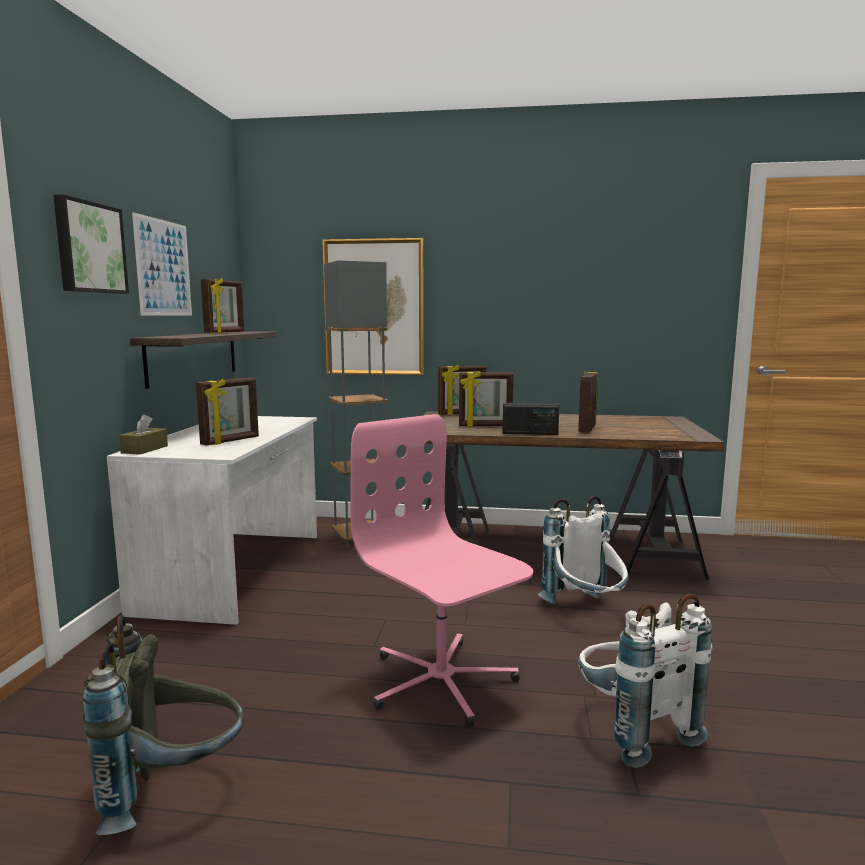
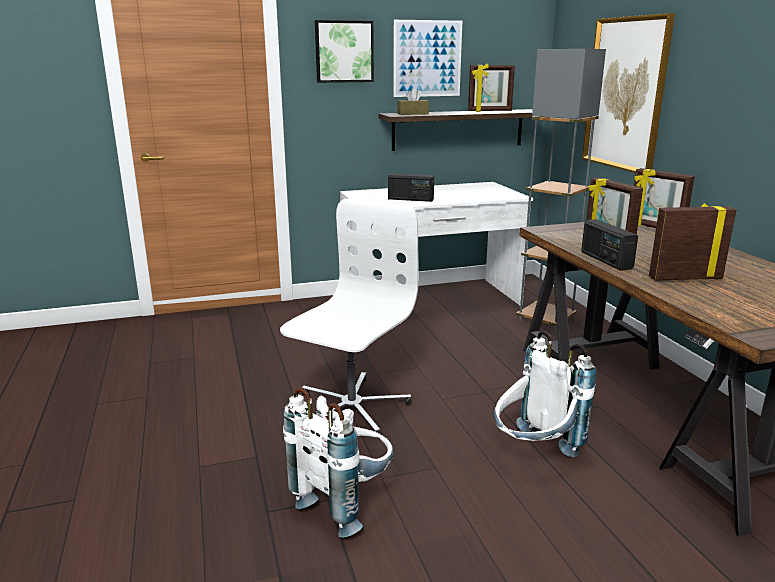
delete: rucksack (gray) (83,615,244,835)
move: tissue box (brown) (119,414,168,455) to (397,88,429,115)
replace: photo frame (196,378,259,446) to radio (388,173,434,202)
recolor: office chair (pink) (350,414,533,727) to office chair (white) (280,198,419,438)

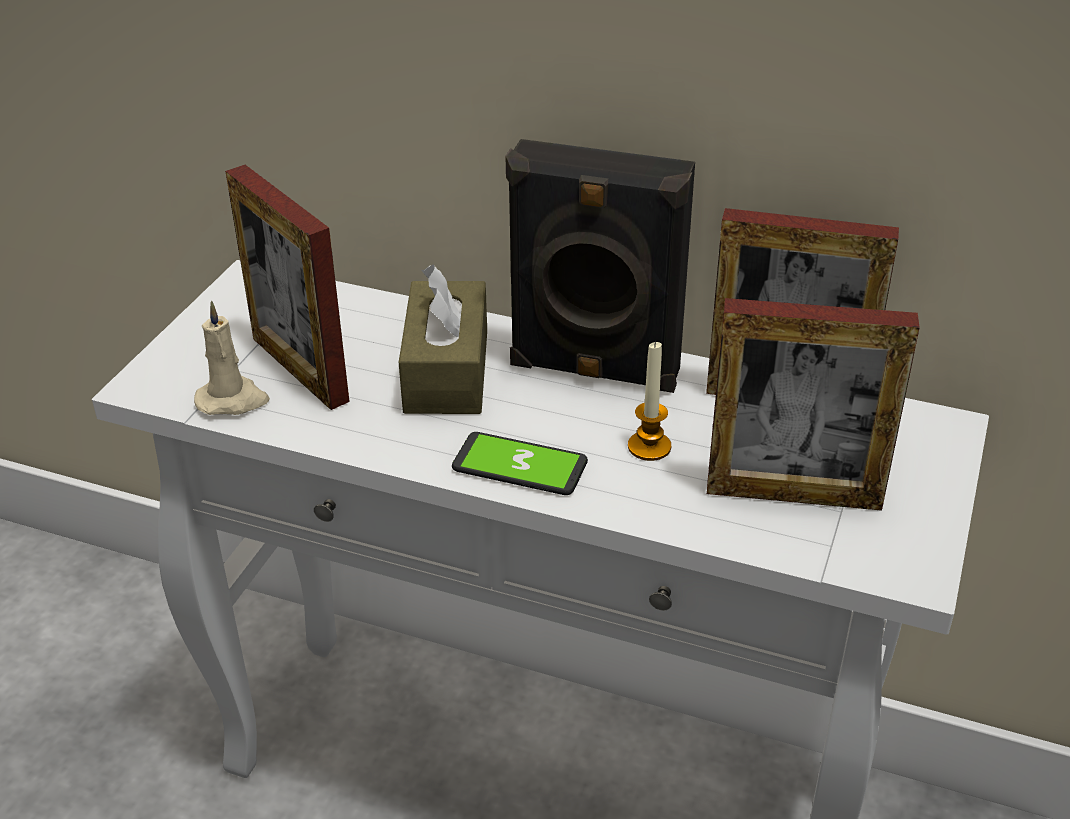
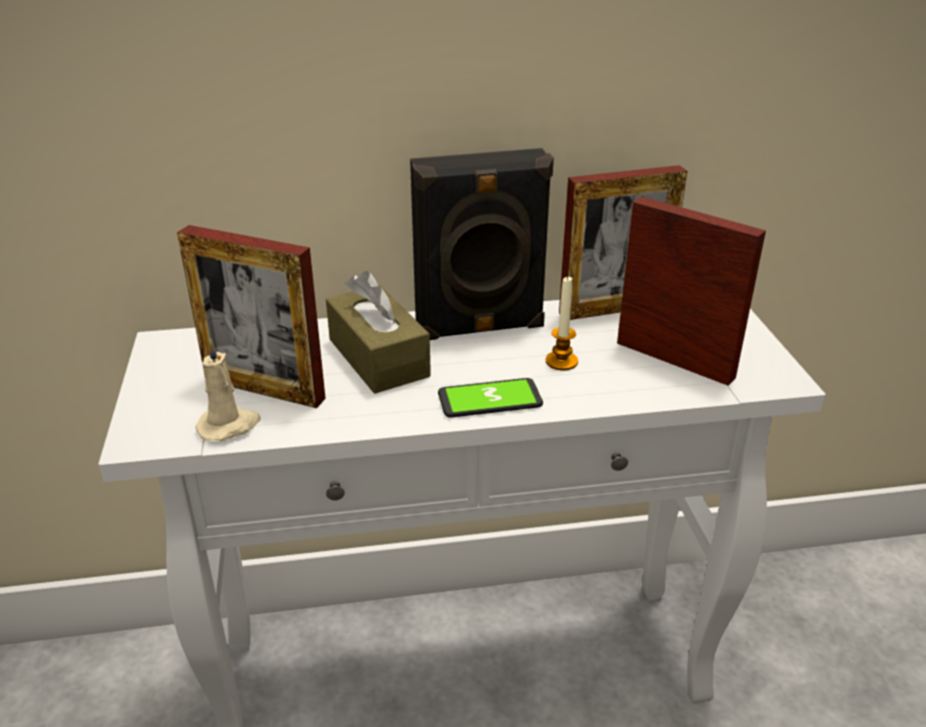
rotate: photo frame (707,298,920,511) = (617,197,766,386) 120 degrees counterclockwise

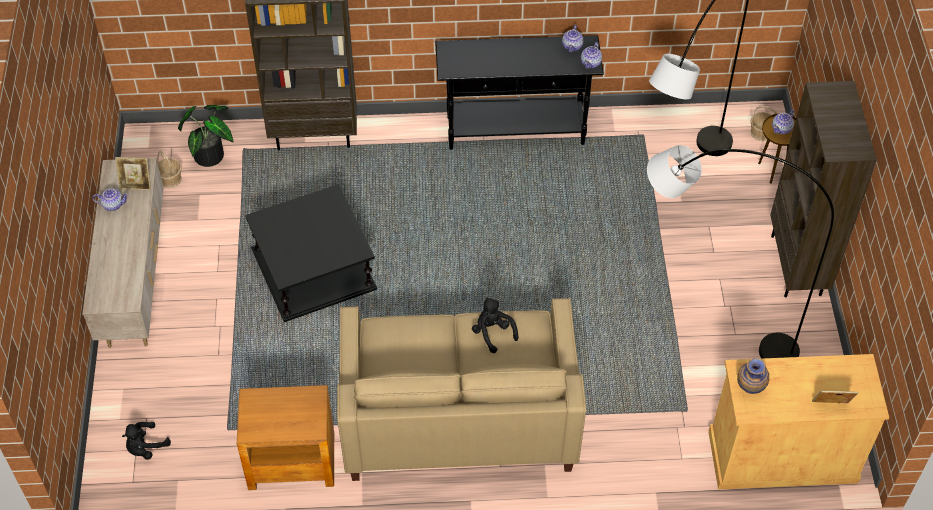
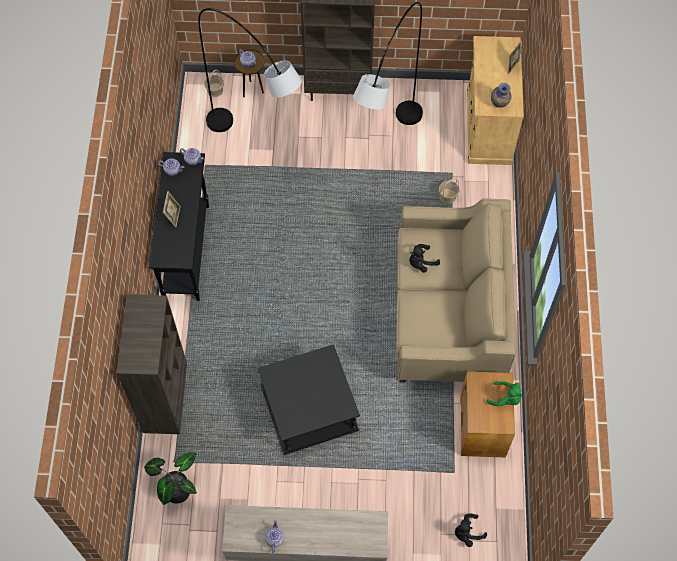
insert: soft toy (green) (487,382,522,406)
move: photo frame (115,157,151,190) to (163,191,180,227); basket (157,151,182,188) to (439,178,459,203)
rotate: soft toy (black) (122,422,171,460) = (455,513,487,547) 105 degrees clockwise

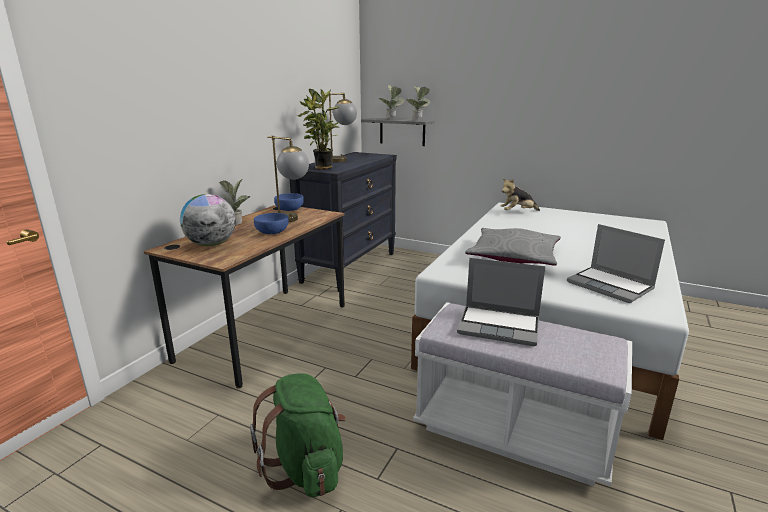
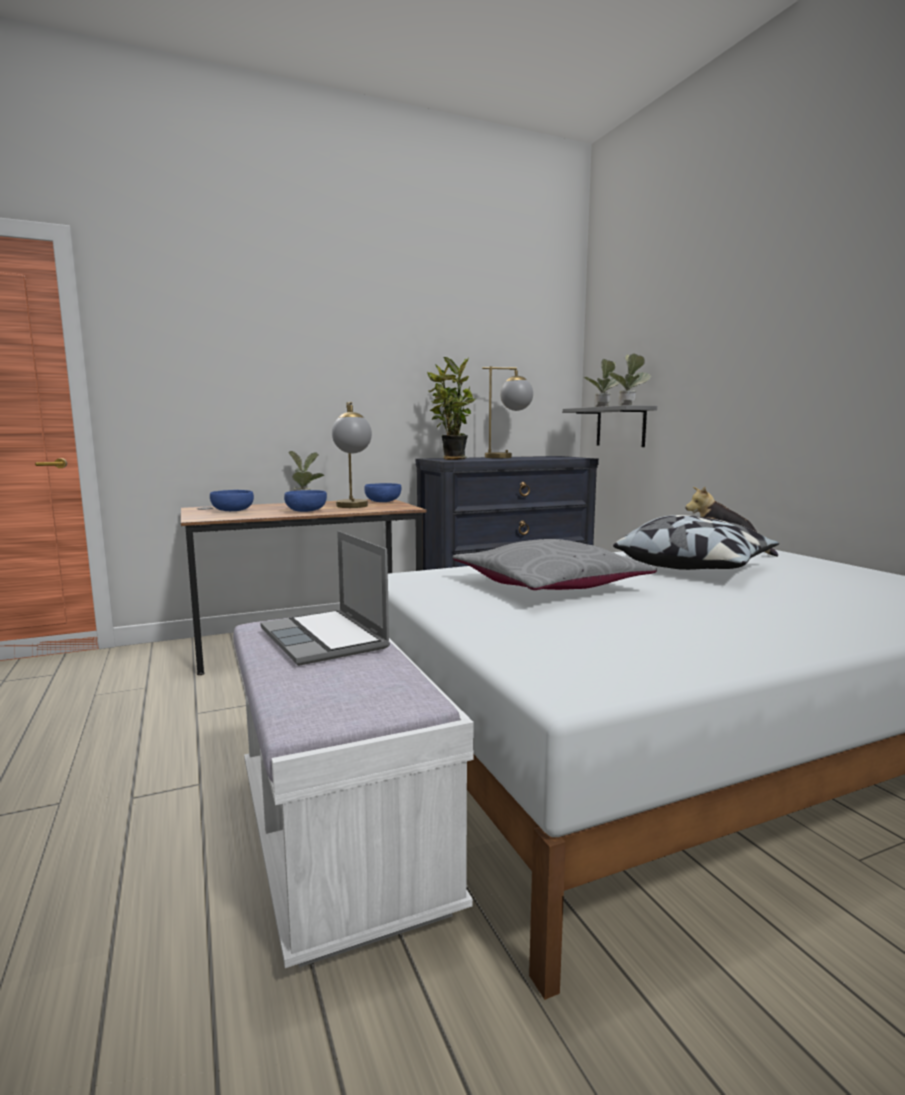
delete: rucksack (green) (250,373,346,497); notebook computer (567,224,665,303)
insert: throw pillow (613,515,779,570)
replace: globe (180,194,236,247) to bowl (blue) (210,490,254,511)

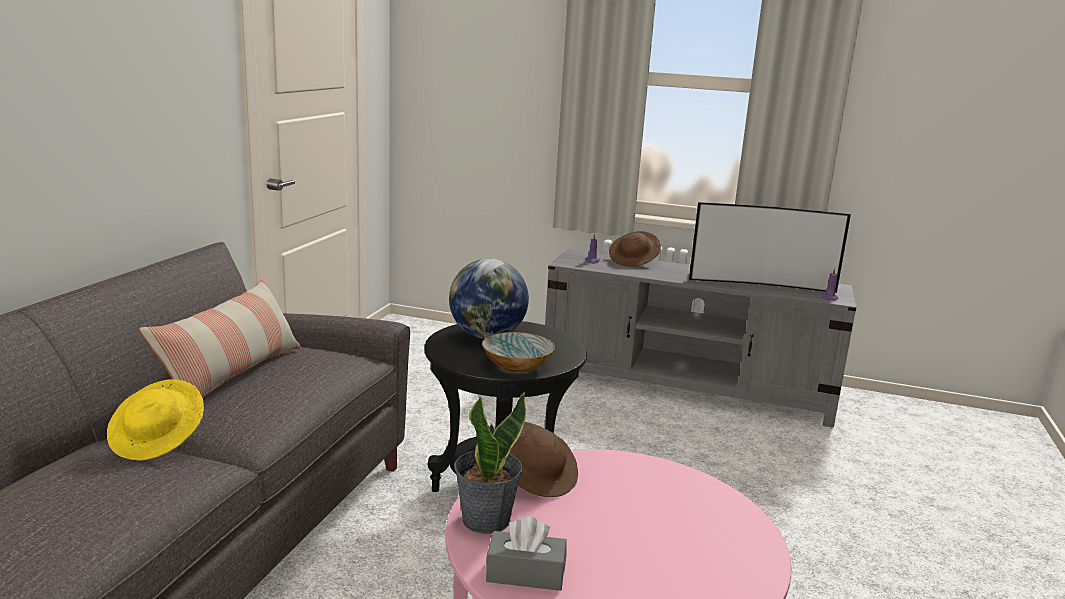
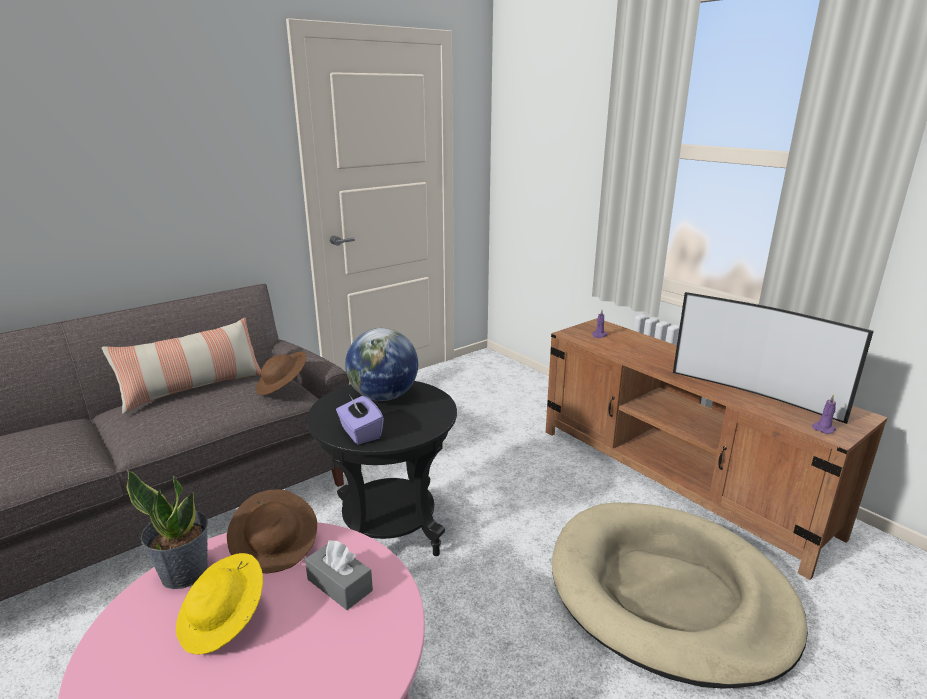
insert: pet bed (beige-coloured) (552,502,808,689)
move: hat (yellowish) (107,379,204,460) to (176,553,263,655); tissue box (gray) (486,517,567,591) to (305,540,373,610); hat (brown) (609,231,661,267) to (256,352,306,395)
replace: bowl (482,332,555,372) to tissue box (purple) (336,396,384,445)
recolor: media console (gray) (545,249,857,428) to media console (brown) (546,318,887,580)

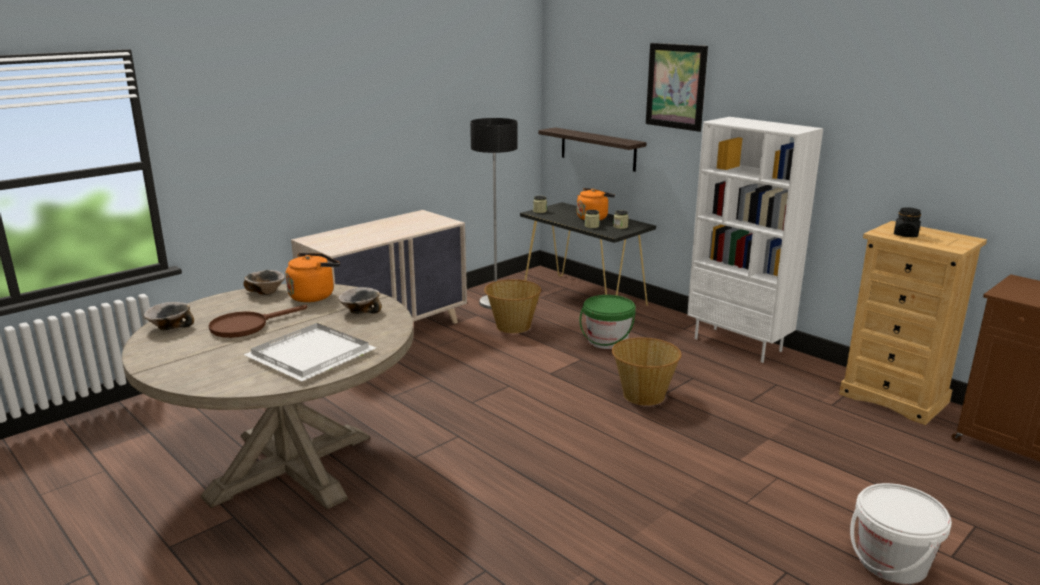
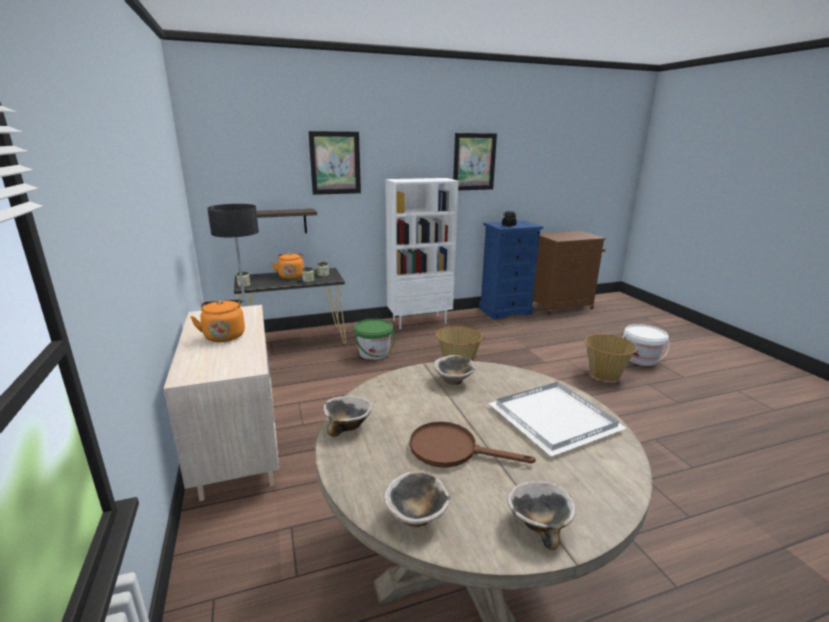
insert: wall picture (453,133,497,190); bowl (507,481,576,550)
move: tea kettle (orange-coloured) (286,253,340,302) to (190,299,245,342); basket (484,279,541,333) to (585,334,637,381)
recolor: chest of drawers (beige-coloured) (839,221,987,425) to chest of drawers (blue) (479,221,543,320)
rotate: frying pan (brown) (209,305,307,338) = (410,422,536,468) 120 degrees clockwise

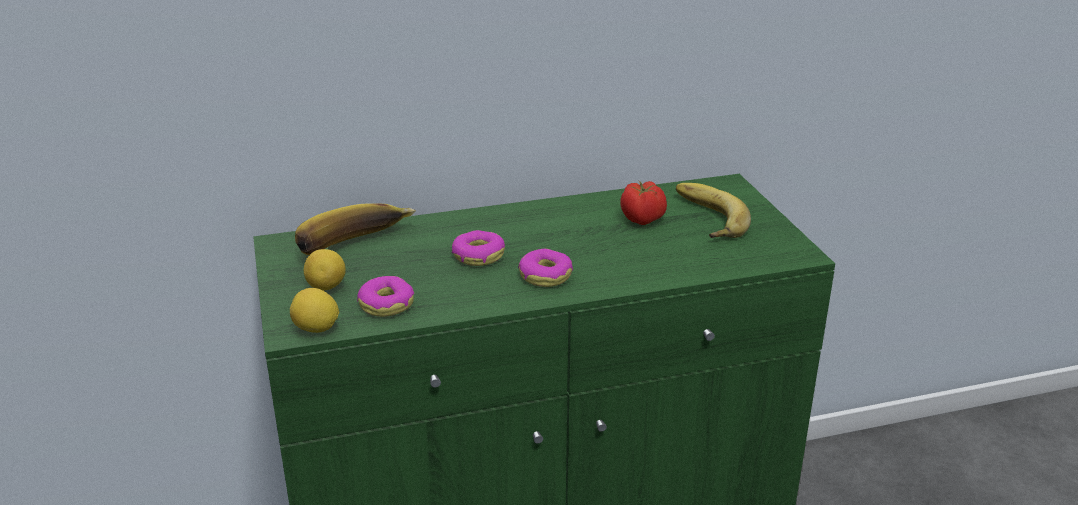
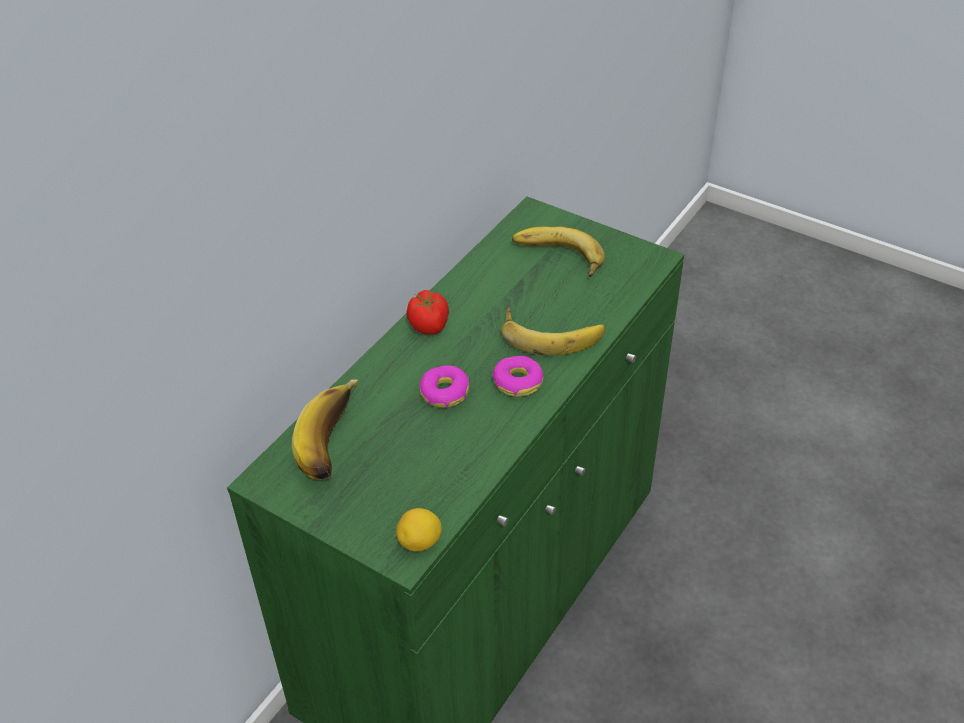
delete: citrus fruit (304,249,346,291); donut (357,276,414,317)
insert: banana fruit (501,307,605,355)
move: whole tomato (620,181,667,225) to (406,290,449,334)

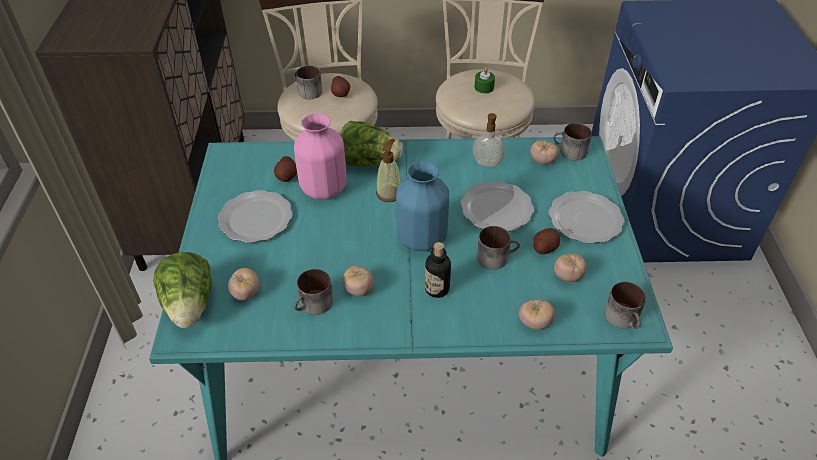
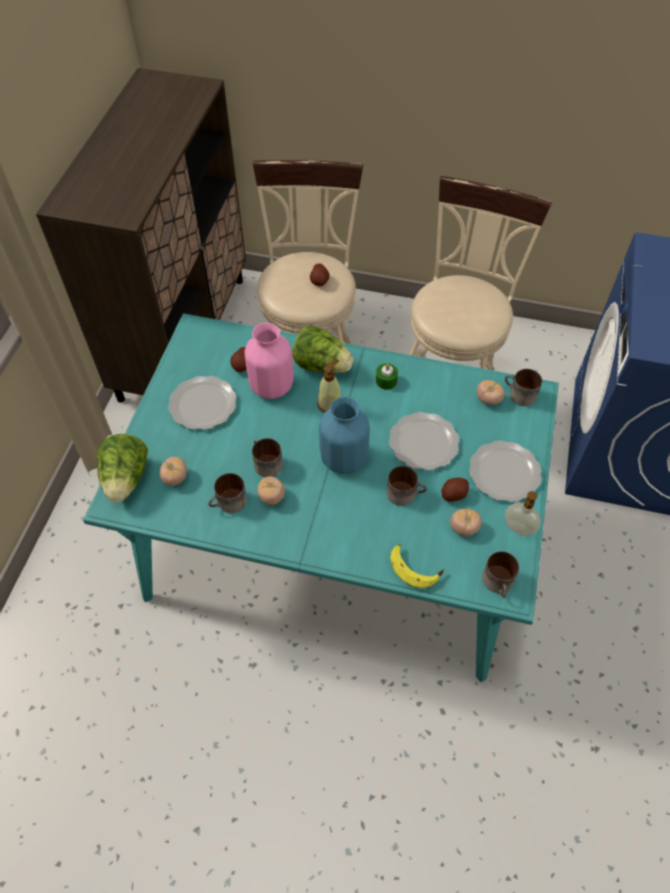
delete: bottle (425,242,451,298)
move: mug (295,66,323,99) to (252,438,283,477); soap dispenser (472,113,505,167) to (505,491,541,536); wax candle (green) (474,67,495,94) to (376,363,398,390)
replace: whole tomato (519,299,555,330) to banana fruit (390,544,445,588)

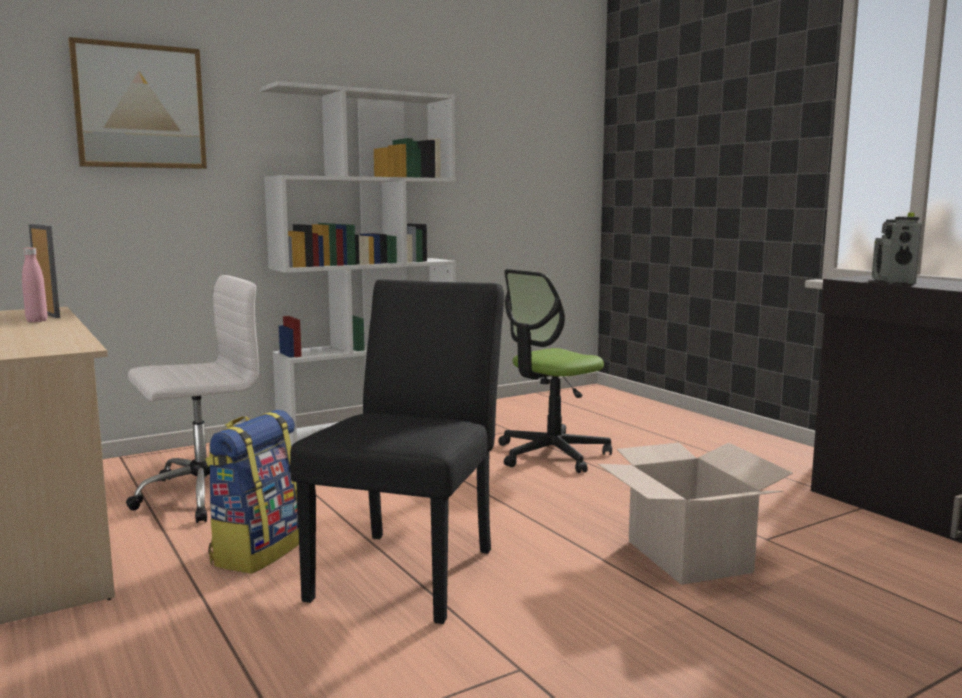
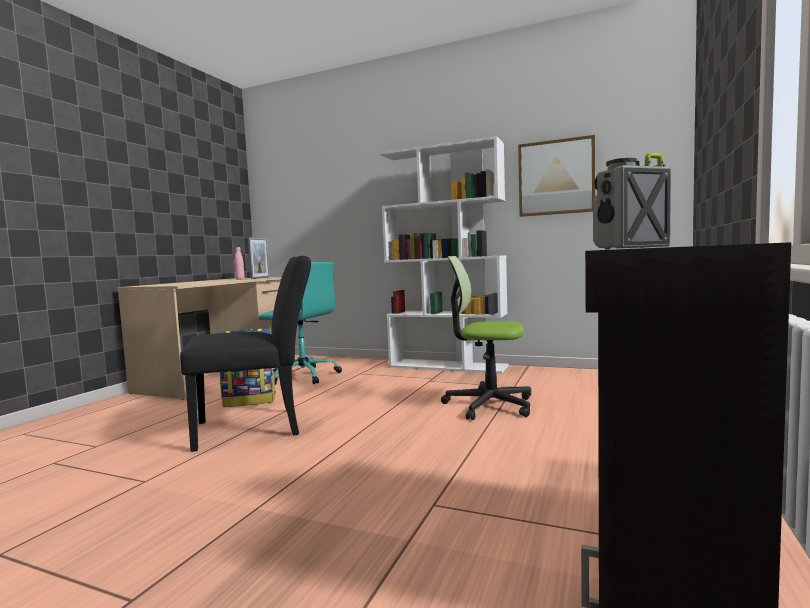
delete: packing box (598,442,793,585)
move: wall picture (68,37,207,169) to (518,135,595,217)
recolor: office chair (white) (126,275,259,523) to office chair (turquoise) (259,262,342,385)

